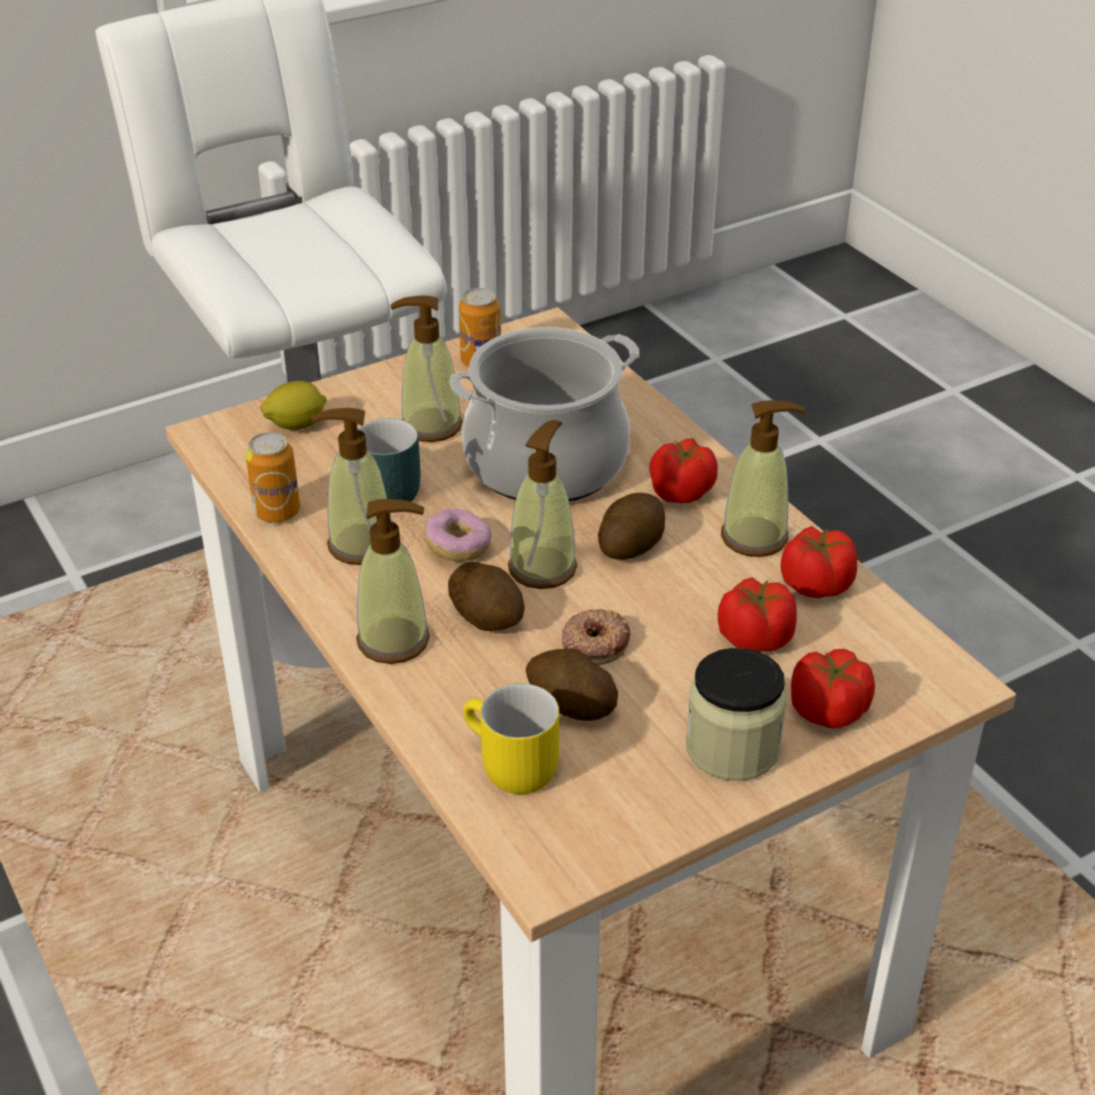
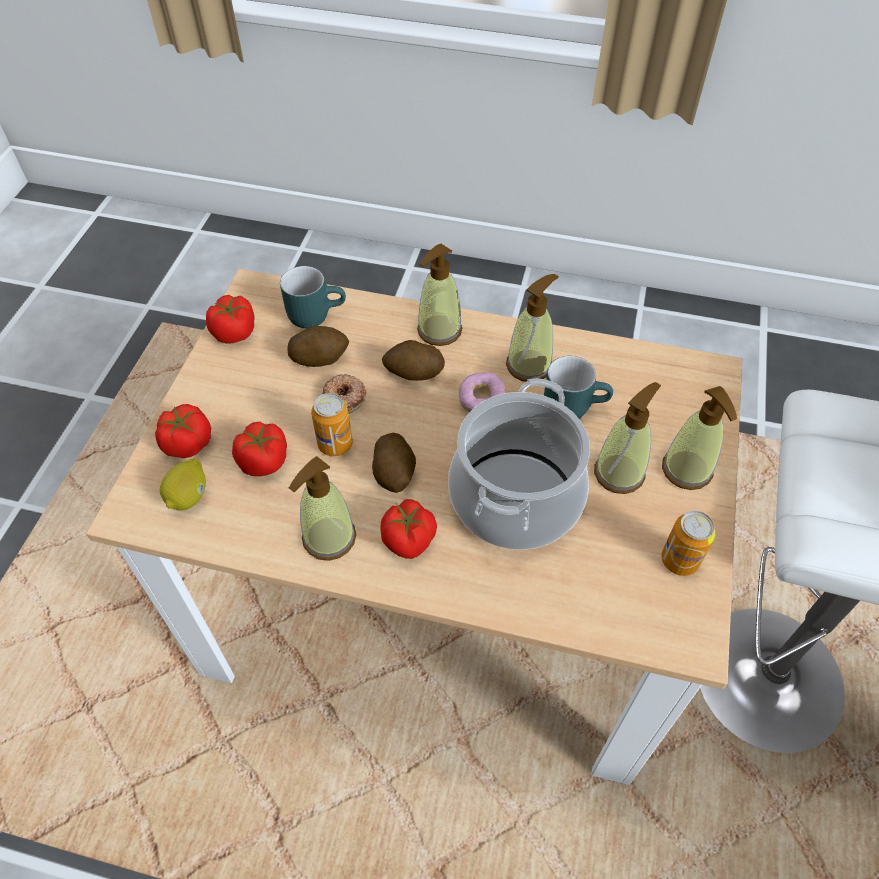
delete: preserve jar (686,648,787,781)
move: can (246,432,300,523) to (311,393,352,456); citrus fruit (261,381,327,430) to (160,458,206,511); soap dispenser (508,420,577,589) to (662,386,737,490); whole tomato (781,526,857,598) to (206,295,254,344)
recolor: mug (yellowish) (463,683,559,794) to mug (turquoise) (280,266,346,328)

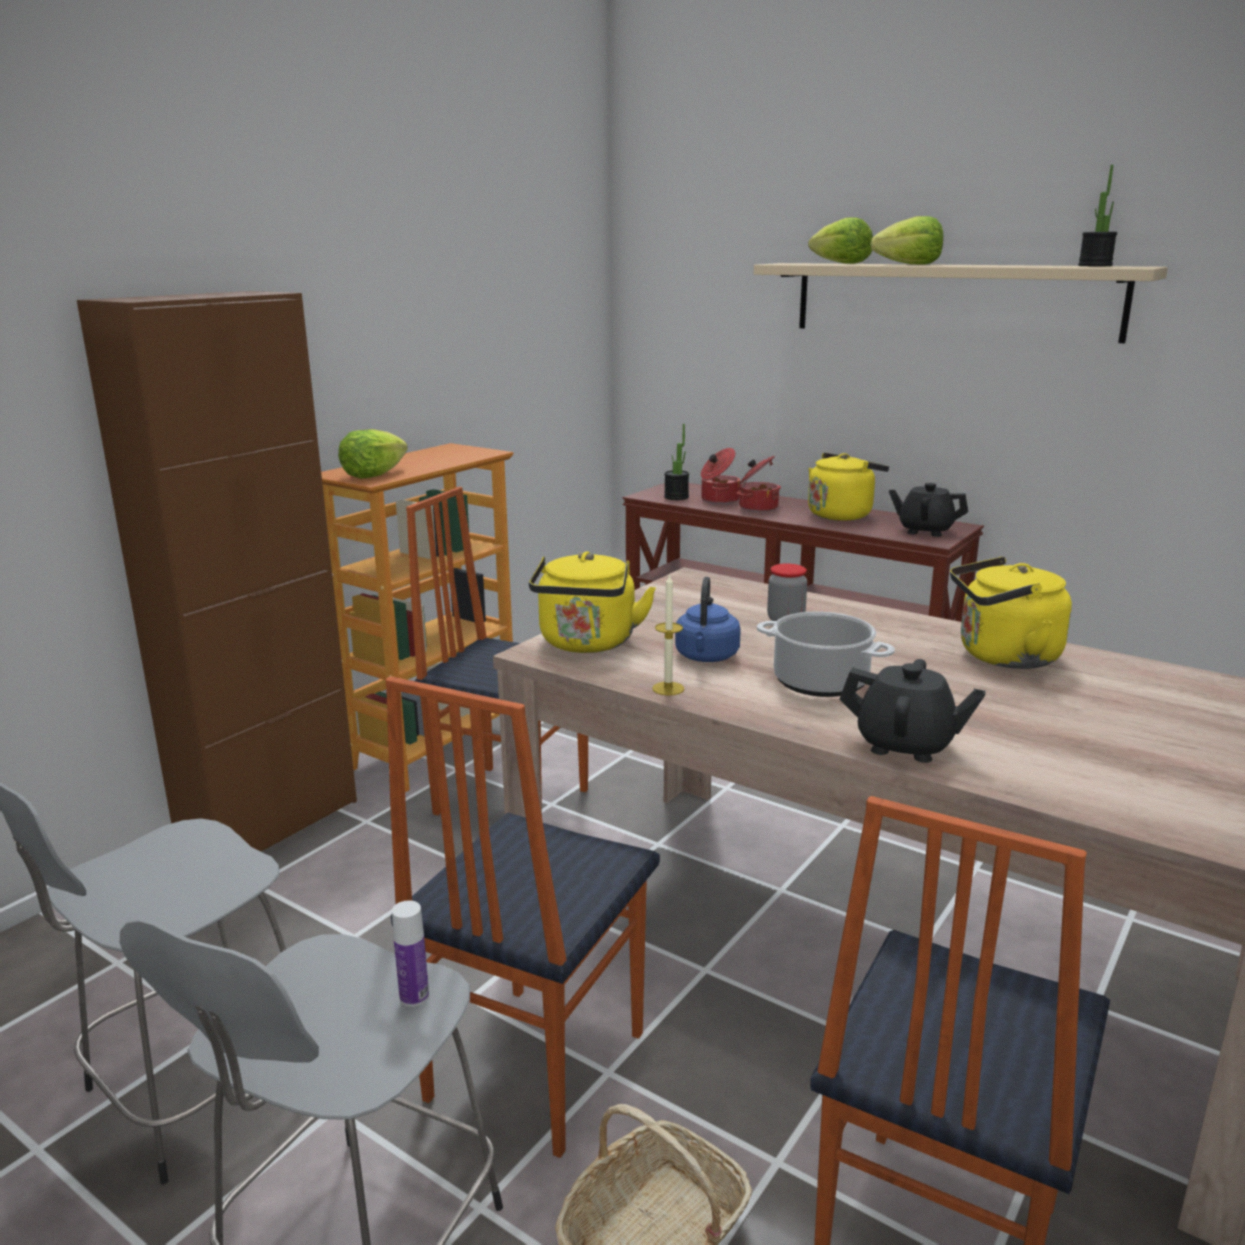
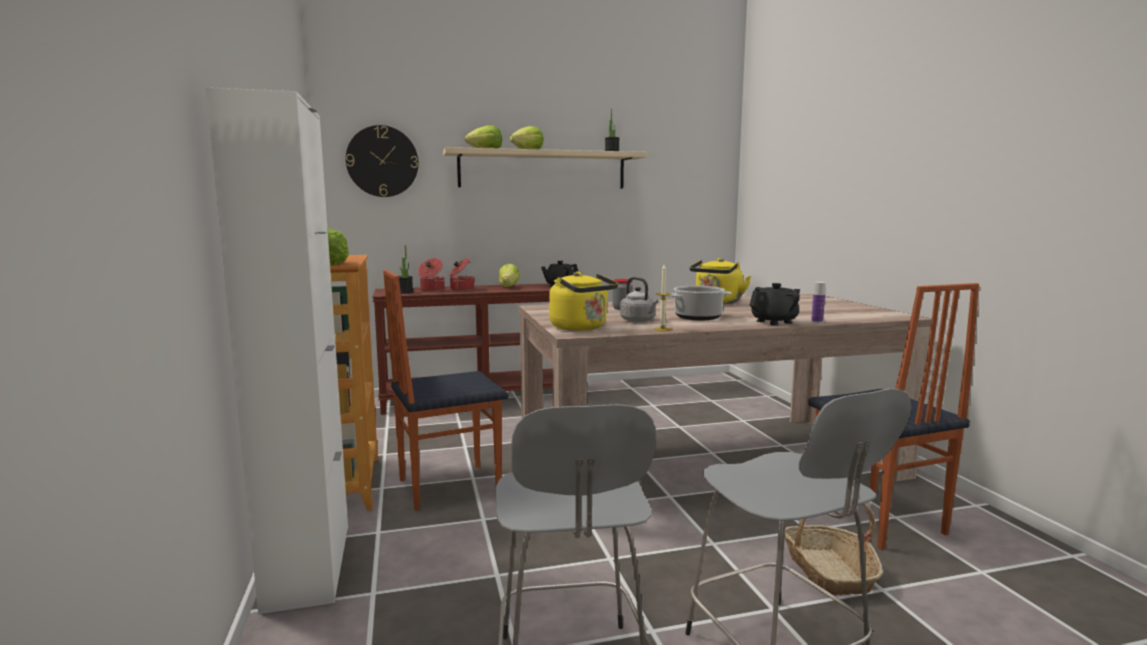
delete: upright chair (385,676,660,1158)
insert: wall clock (346,125,418,197)
move: bottle (392,900,429,1007) to (811,282,826,323)
replace: tea kettle (yellowish) (808,453,889,521) to lettuce (498,263,520,287)
recolor: storage cabinet (brown) (77,291,357,852) to storage cabinet (white) (206,87,348,614); tea kettle (blue) (675,577,741,662) to tea kettle (gray) (620,277,658,322)

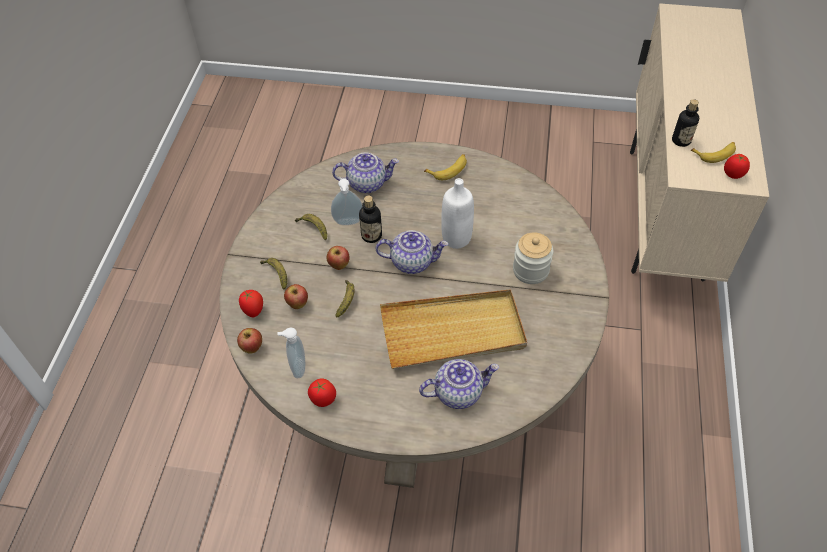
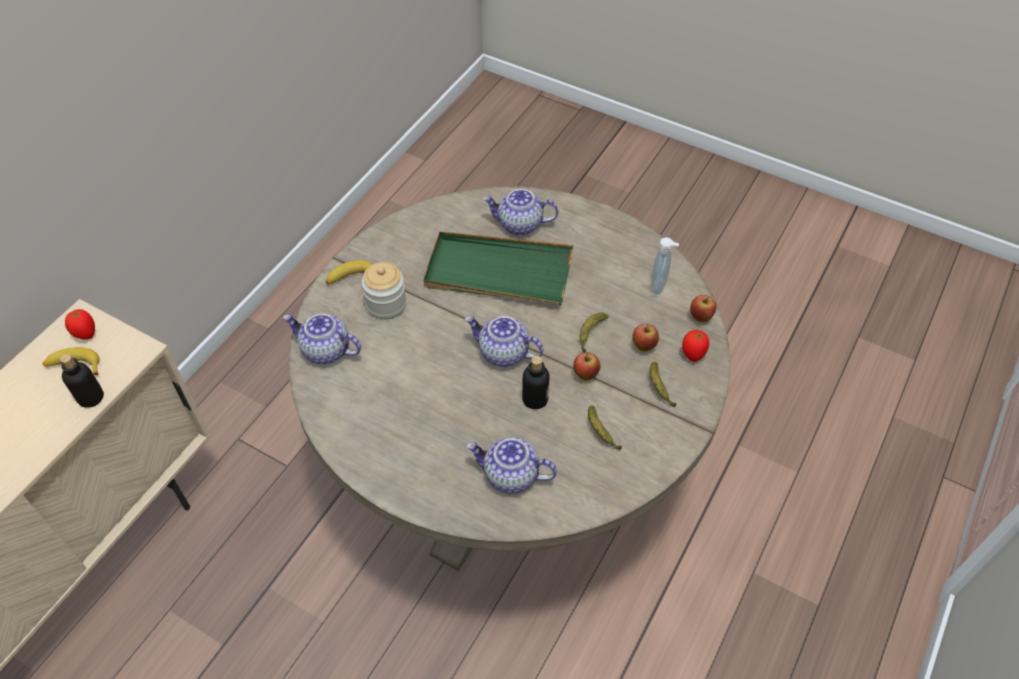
delete: whole tomato (308,378,336,407); soap dispenser (331,179,362,225); bottle (white) (441,178,474,249)
insert: pot for tea (283,314,361,364)
move: banana fruit (424,154,467,180) to (326,260,373,284)
recolor: carrying tray (beige-coloured) (380,290,527,369) to carrying tray (green) (423,232,573,305)

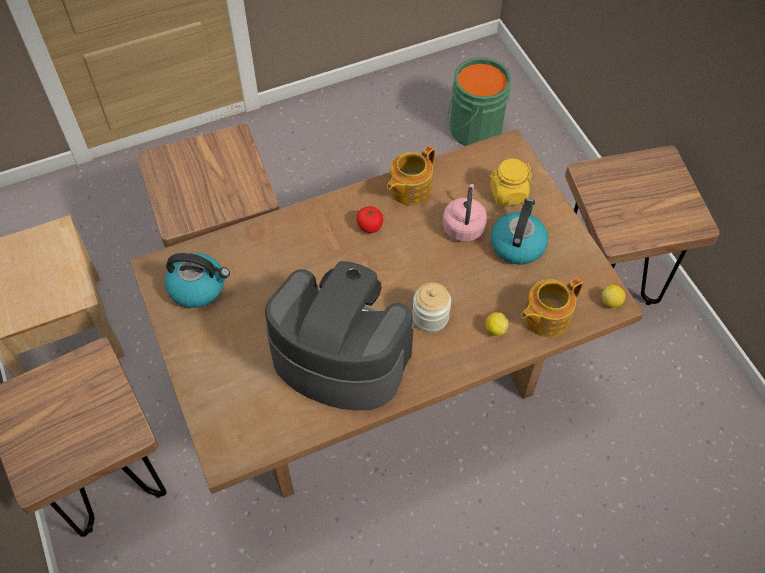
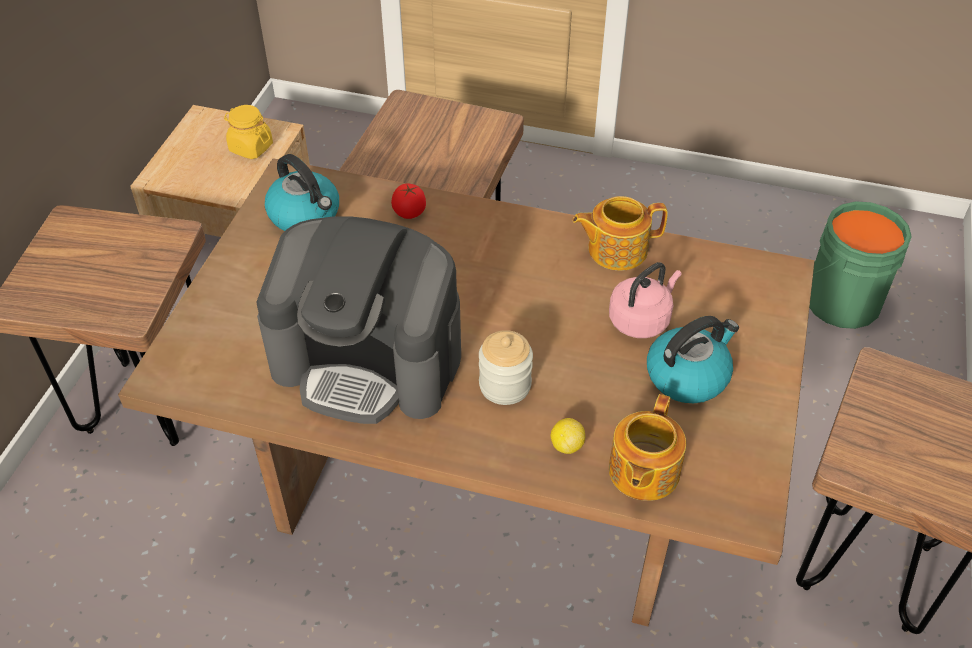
delete: citrus fruit (602,285,626,308)
move: whole tomato (356,206,383,233) to (391,184,426,219); preserve jar (yellowish) (489,159,533,206) to (224,105,273,159)
rotate: coffee brewer (265,261,414,410) = (256,216,461,424) 135 degrees clockwise; pot for tea (521,278,583,337) = (609,394,686,501) 75 degrees counterclockwise

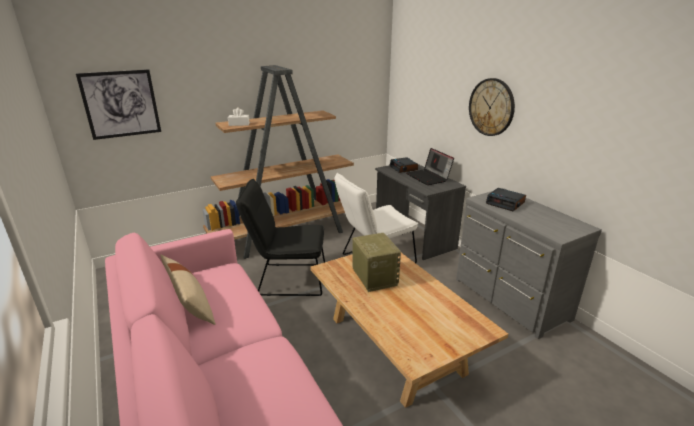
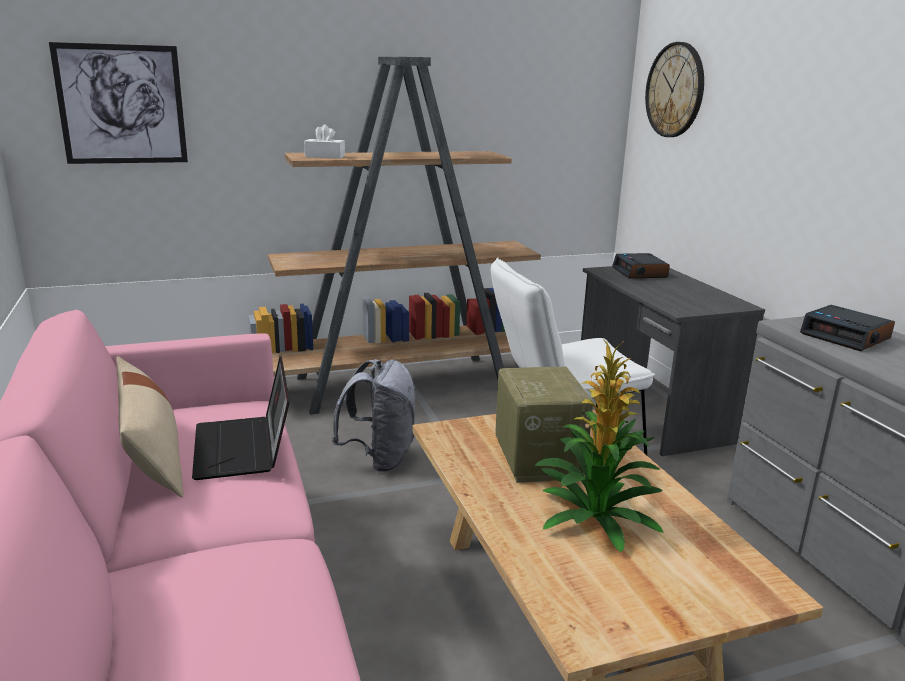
insert: houseplant (534,338,664,552)
move: notebook computer (406,148,454,185) to (192,357,290,480); wall clock (469,78,515,136) to (645,42,704,137)
replace: upright chair (black) (236,179,325,296) to rucksack (gray) (332,359,416,472)

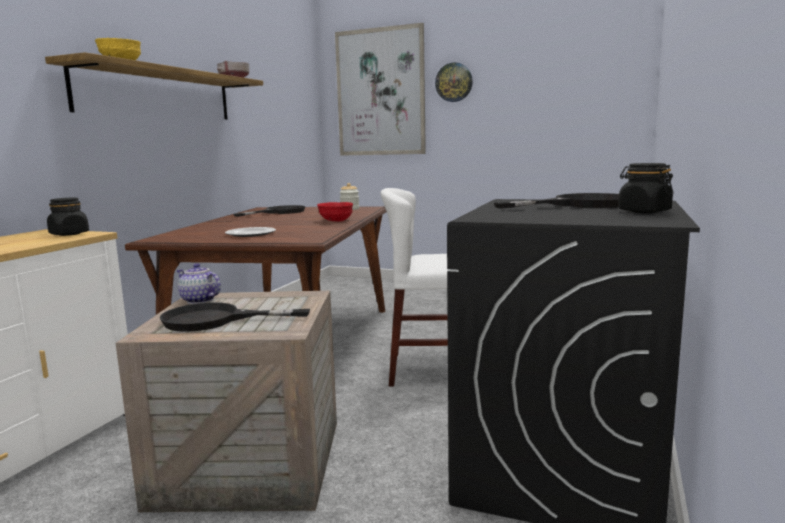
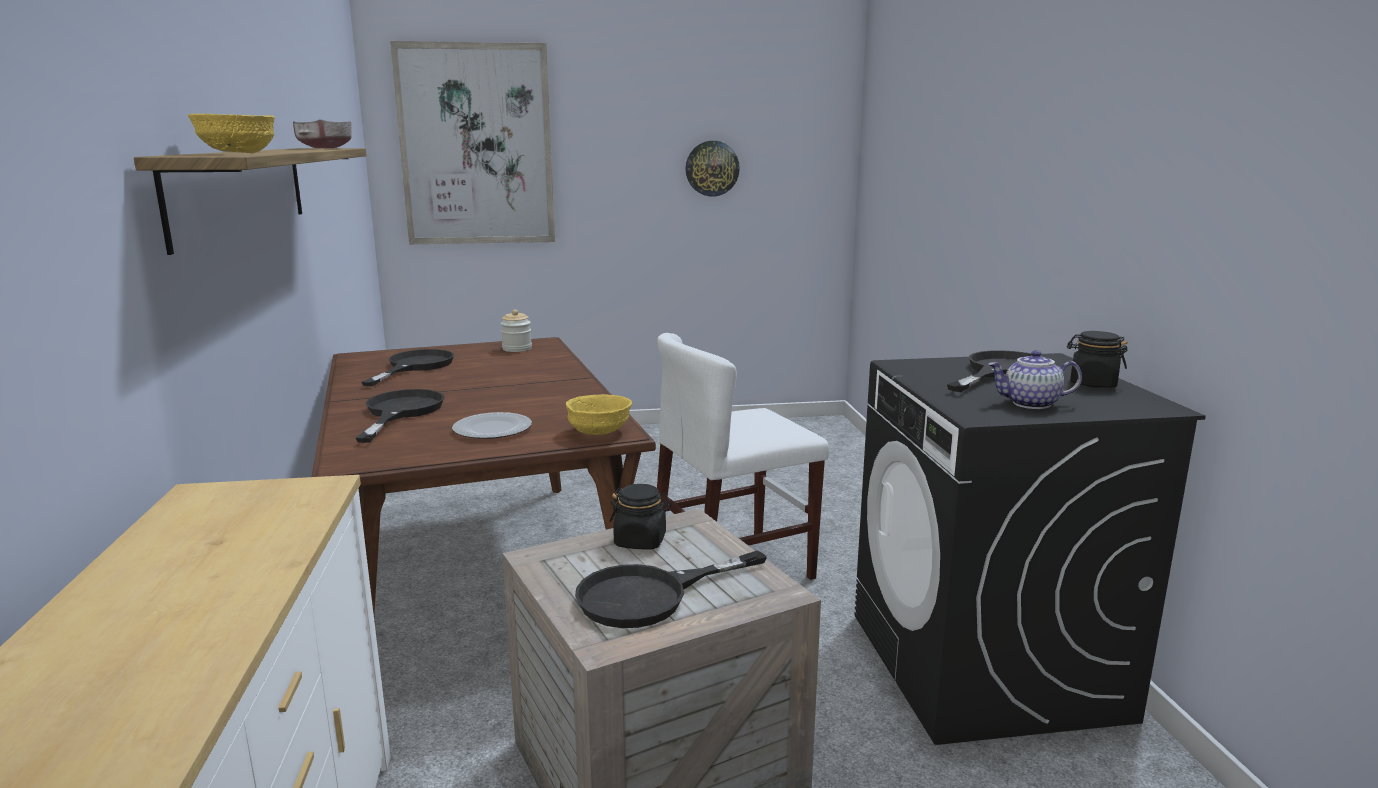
delete: bowl (reddish) (317,202,353,222)
insert: frying pan (black) (356,389,445,443); bowl (yellowish) (566,394,632,435)
move: preserve jar (black) (47,198,89,236) to (610,484,671,549); pot for tea (176,263,221,304) to (988,350,1082,409); wall clock (435,62,473,102) to (686,141,740,197)

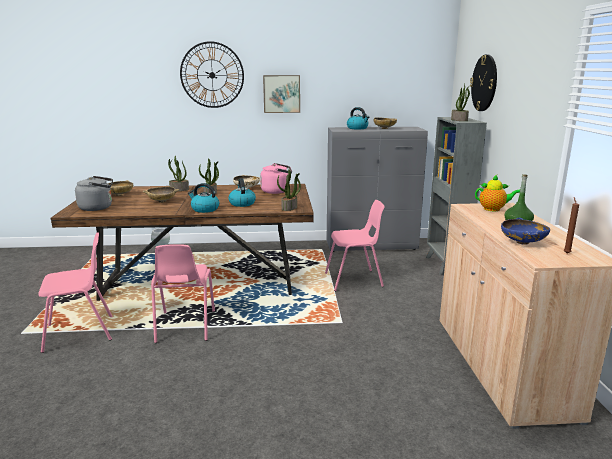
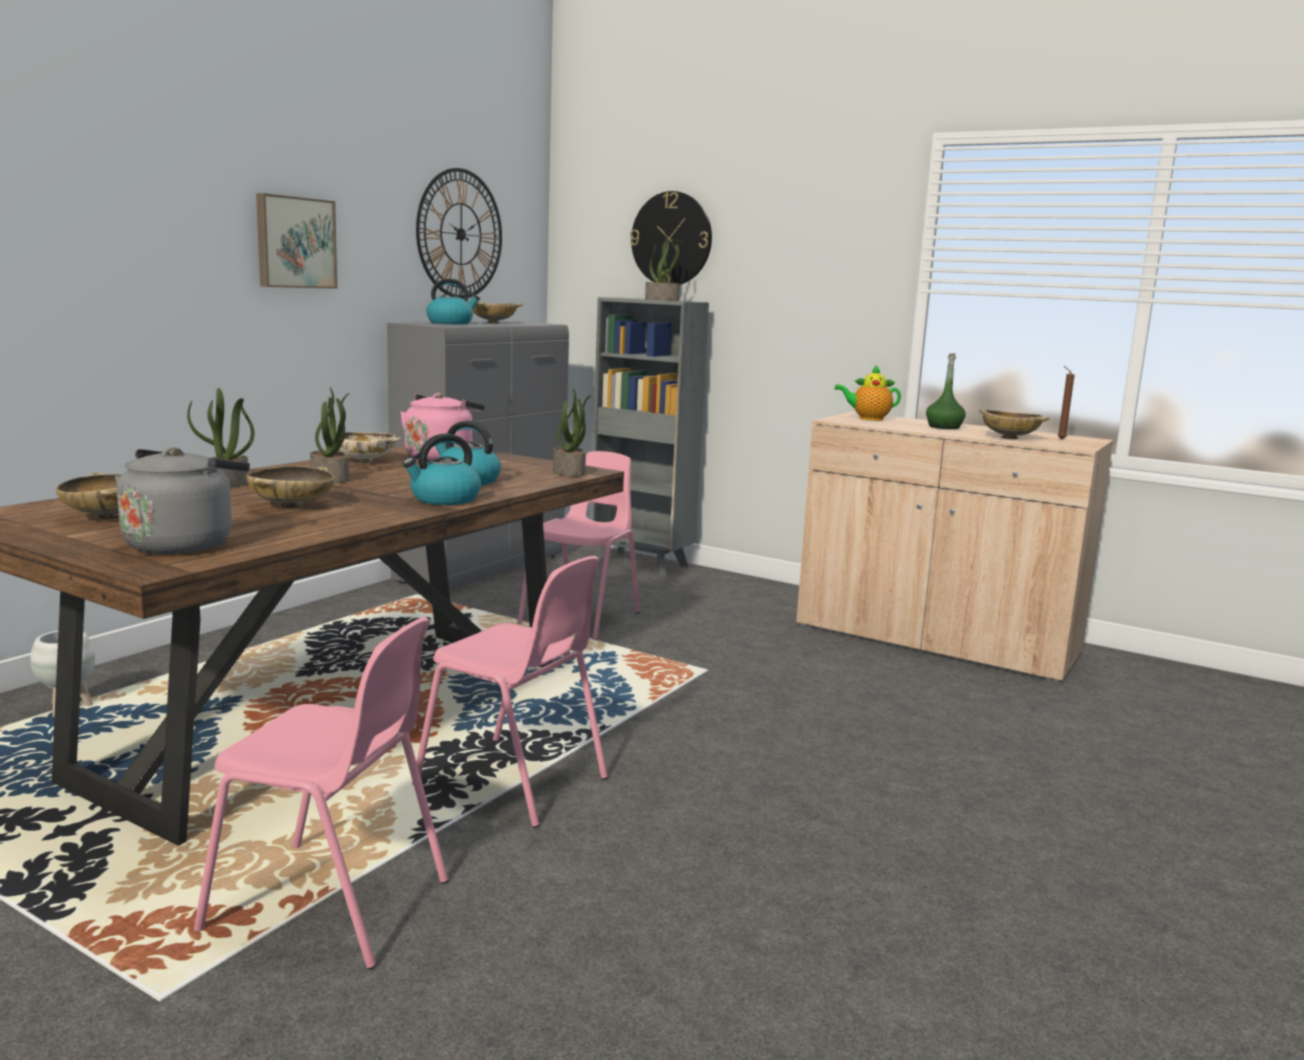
move: wall clock (180,41,244,108) to (416,168,502,299)
recolor: bowl (blue) (501,218,550,245) to bowl (beige-coloured) (979,409,1049,439)
rotate: upright chair (pink) (38,232,113,353) = (194,617,448,970) 90 degrees clockwise; pot for tea (475,175,520,211) = (834,365,901,421) 135 degrees counterclockwise

